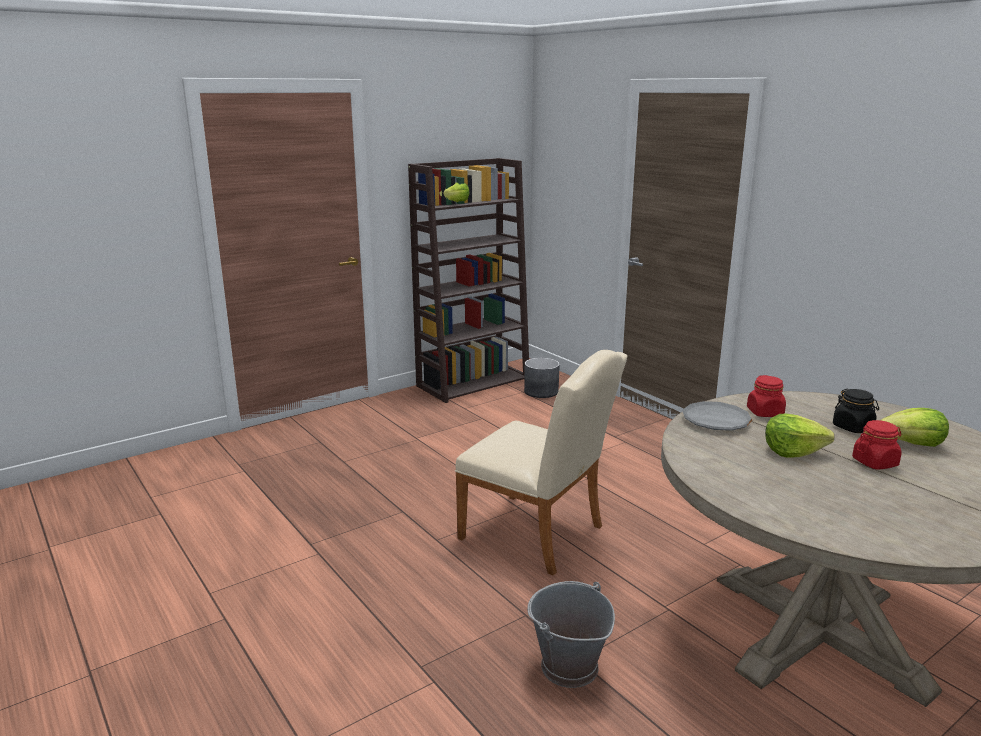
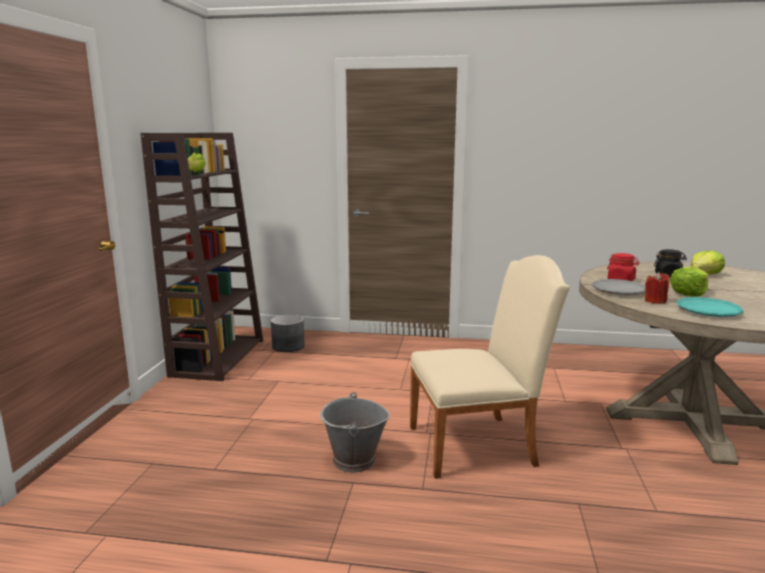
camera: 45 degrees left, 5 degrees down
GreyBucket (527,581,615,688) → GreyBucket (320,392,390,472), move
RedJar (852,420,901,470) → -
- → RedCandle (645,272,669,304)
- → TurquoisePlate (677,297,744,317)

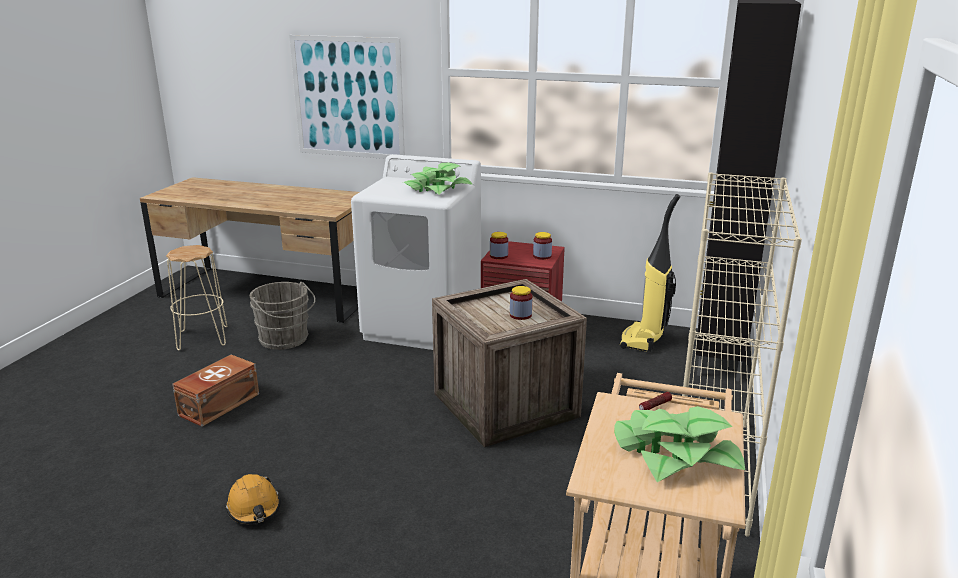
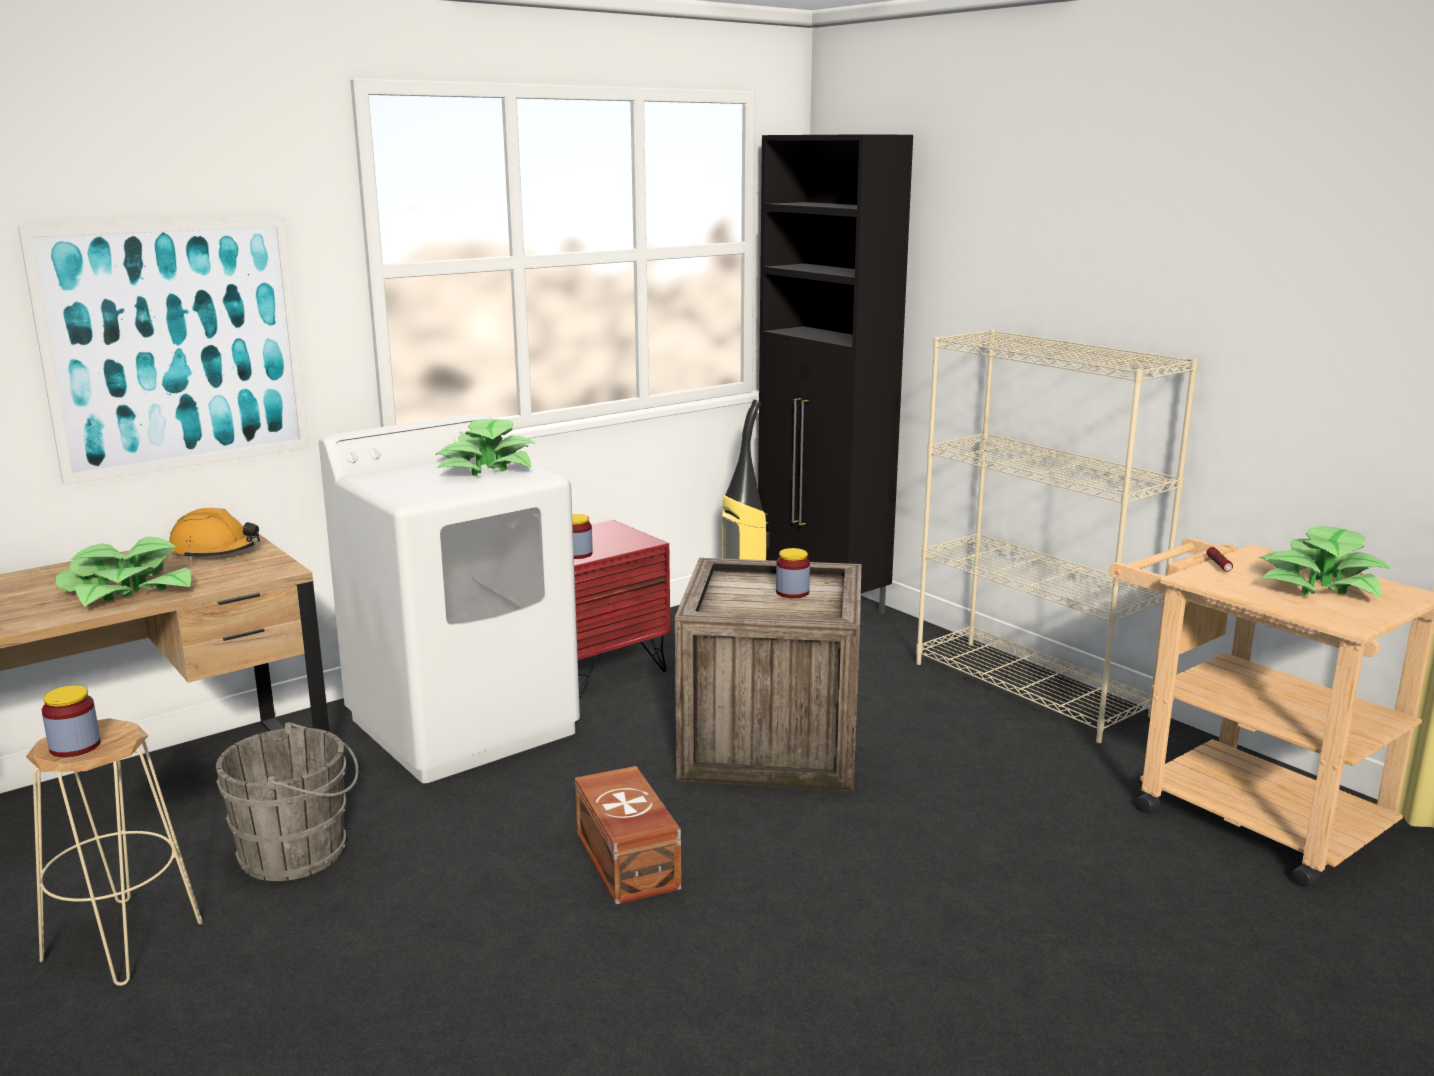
camera: 55 degrees left, 5 degrees down
BrownStorageBox (172,355,259,427) → BrownStorageBox (575,766,681,904), move
OrangeHardHat (225,474,280,524) → OrangeHardHat (169,508,260,560), move
Jar (533,232,552,260) → Jar (42,685,101,757), move
- → PottedPlant (55,537,191,607)

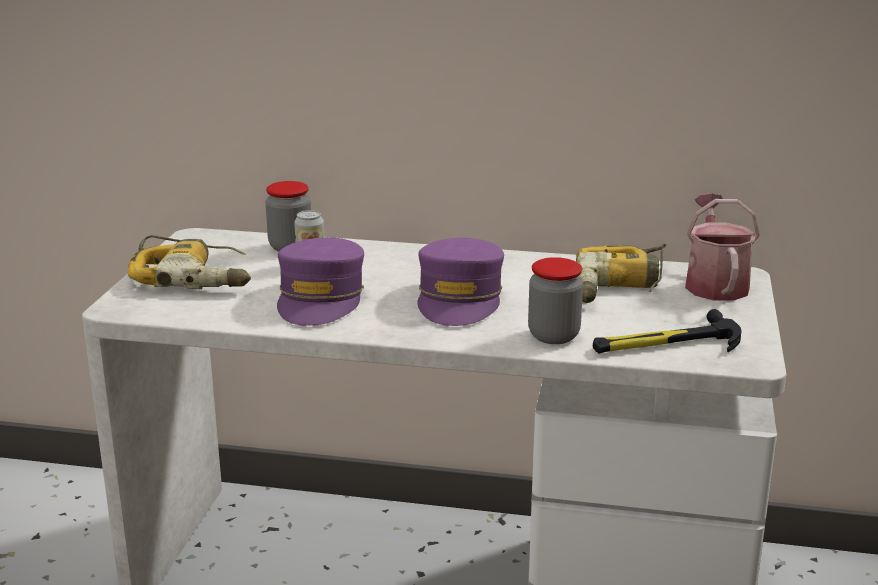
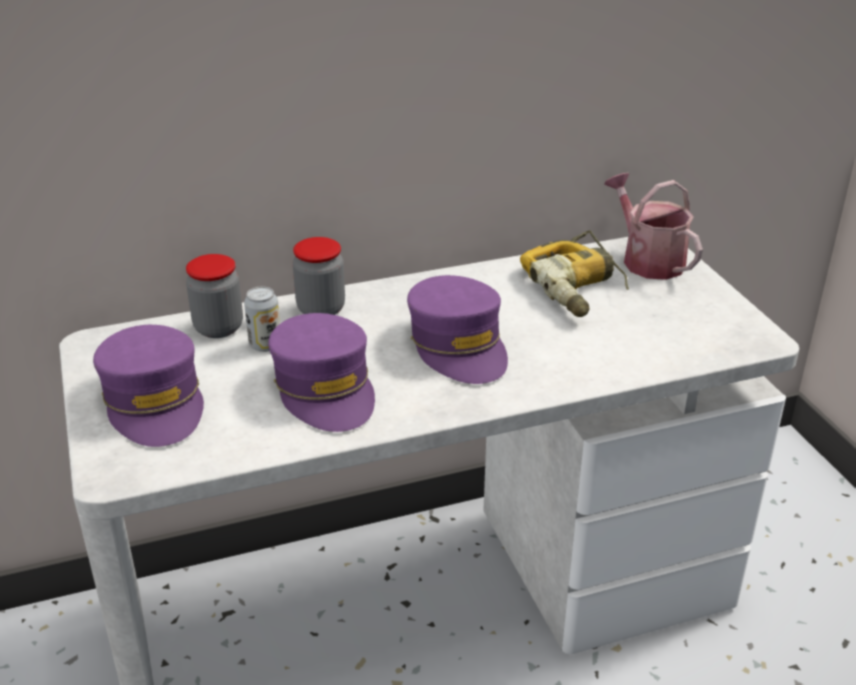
camera: 30 degrees left, 10 degrees up
PowerDrill (127,235,251,289) → PurpleCap (93,325,204,447)
Jar (528,257,583,344) → Jar (293,237,345,315), move
Hammer (593,309,742,354) → -

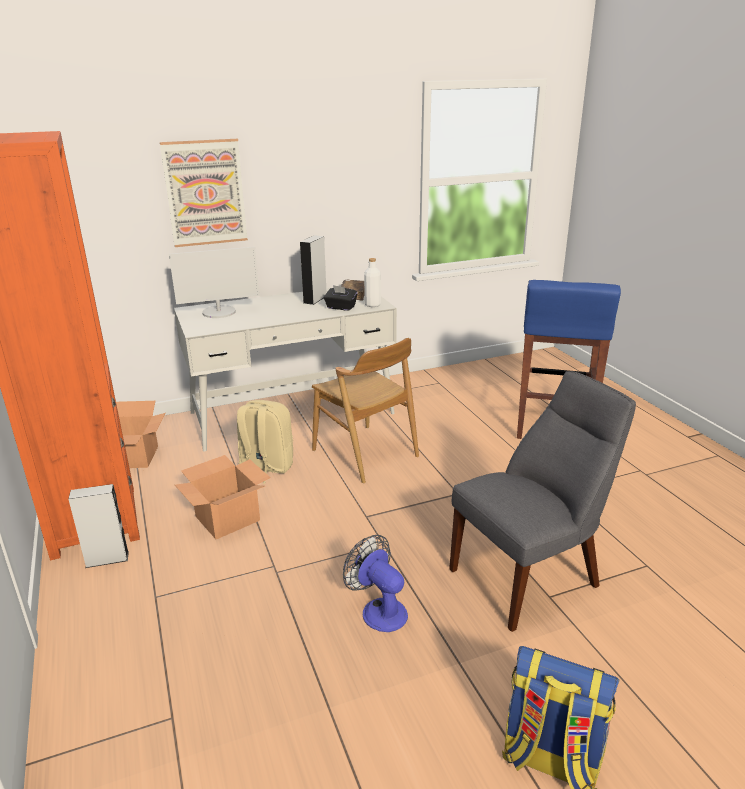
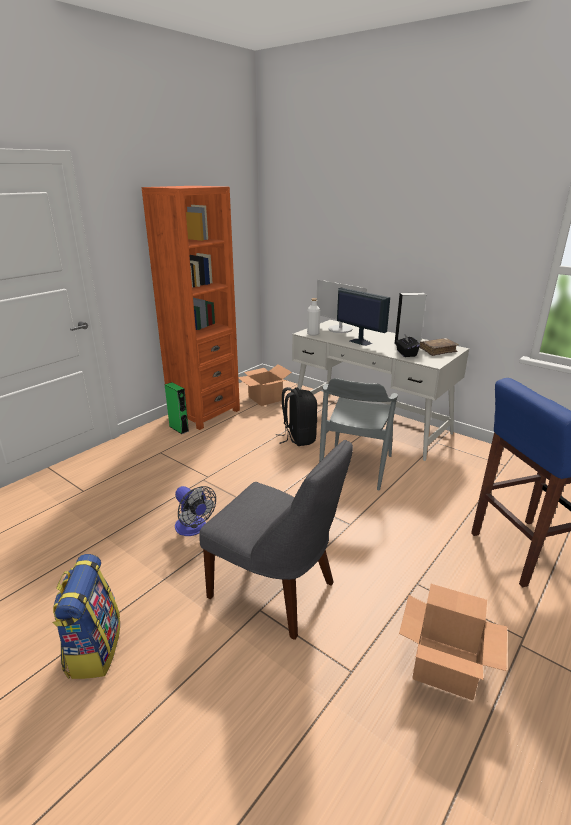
camera: 60 degrees right, 0 degrees up
GreySpeaker (68,484,129,568) → GreenSpeaker (165,382,189,434)
Picture (160,139,248,247) → -
CardboardBox (175,455,271,539) → CardboardBox (399,584,507,701), move
BeigeBackpack (237,400,293,484) → BlackBackpack (276,387,318,446)
BrownChair (312,338,419,483) → GreyChair (319,378,398,491)
Fan (343,535,408,632) → Fan (175,486,216,536), 120 degrees clockwise
WhiteBottle (364,258,381,307) → WhiteBottle (307,298,320,336), move
- → Monitor (337,288,390,346)

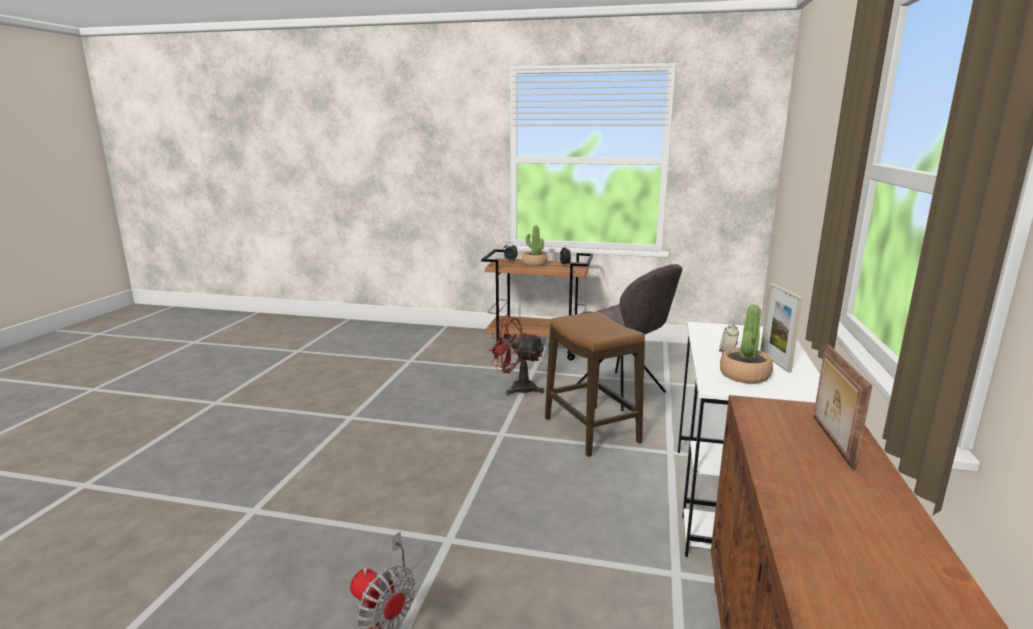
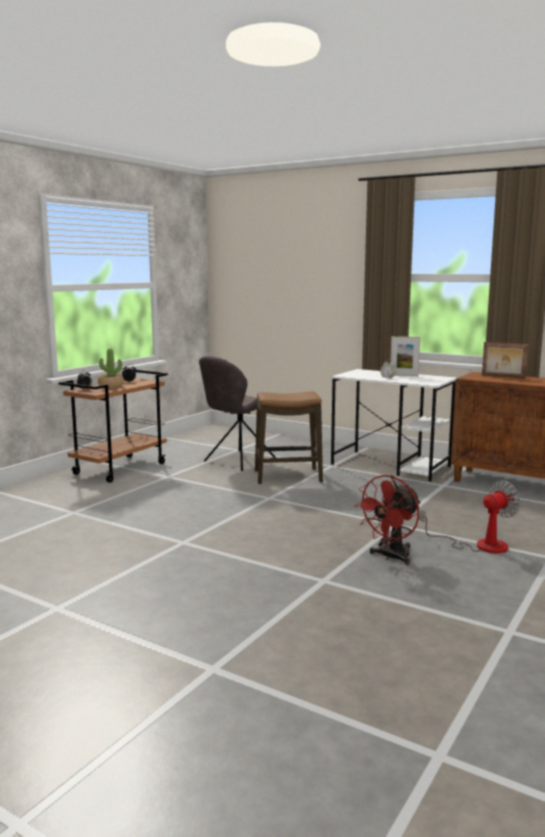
camera: 70 degrees left, 5 degrees down
RedFan (489,317,544,396) → RedFan (354,475,421,565), move
GreyChair (576,264,682,411) → GreyChair (199,356,276,471), 150 degrees clockwise
PottedPlant (720,305,773,384) → -

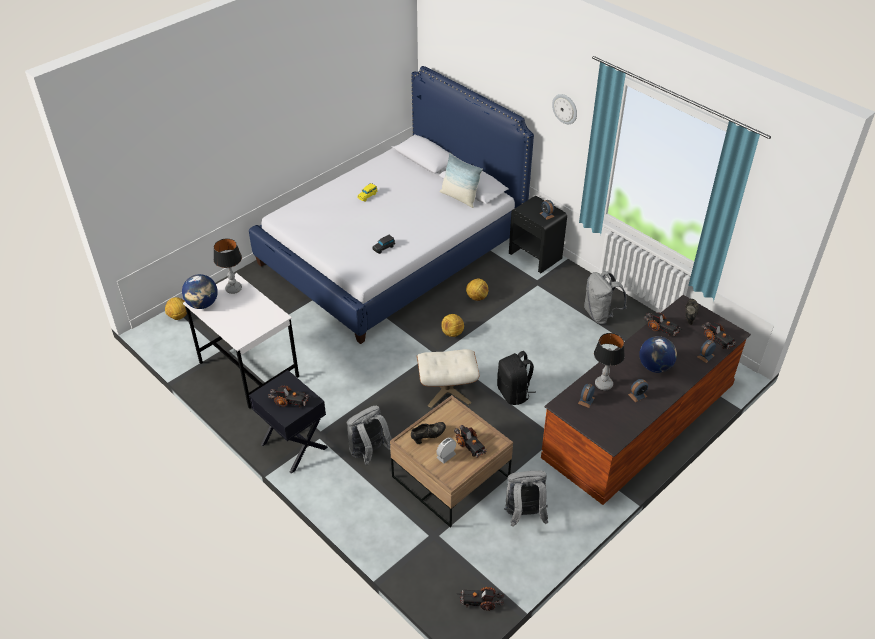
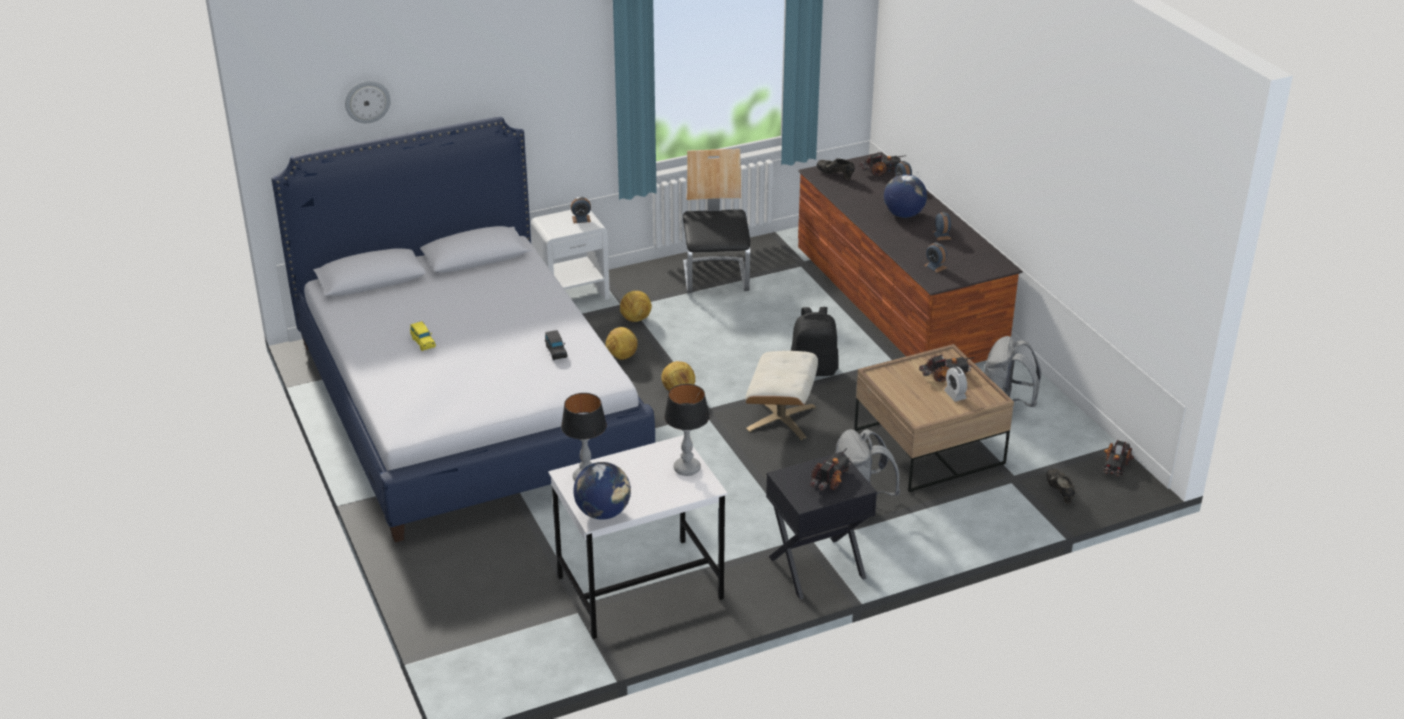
camera: 70 degrees left, 10 degrees down
Football (165,297,187,320) → Football (620,291,652,322), move
BlackShoe (411,422,446,444) → BlackShoe (1046,468,1075,504), move
Pillow (440,153,483,208) → -
BlackNightstand (509,196,567,273) → WhiteNightstand (531,210,610,300)
WallClock (552,94,577,124) → WallClock (345,81,391,123), move
GreyBackpack (584,271,627,325) → Chair (683,149,750,293)
TableLamp (594,333,625,390) → TableLamp (664,384,709,476), move
ToyTruck (643,312,682,337) → -

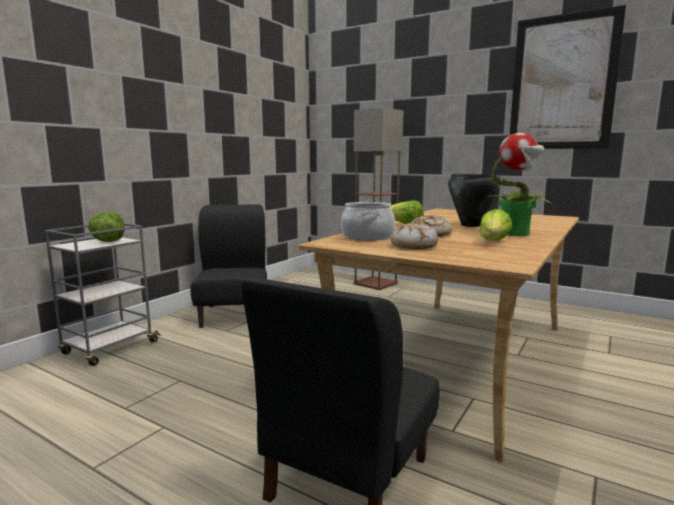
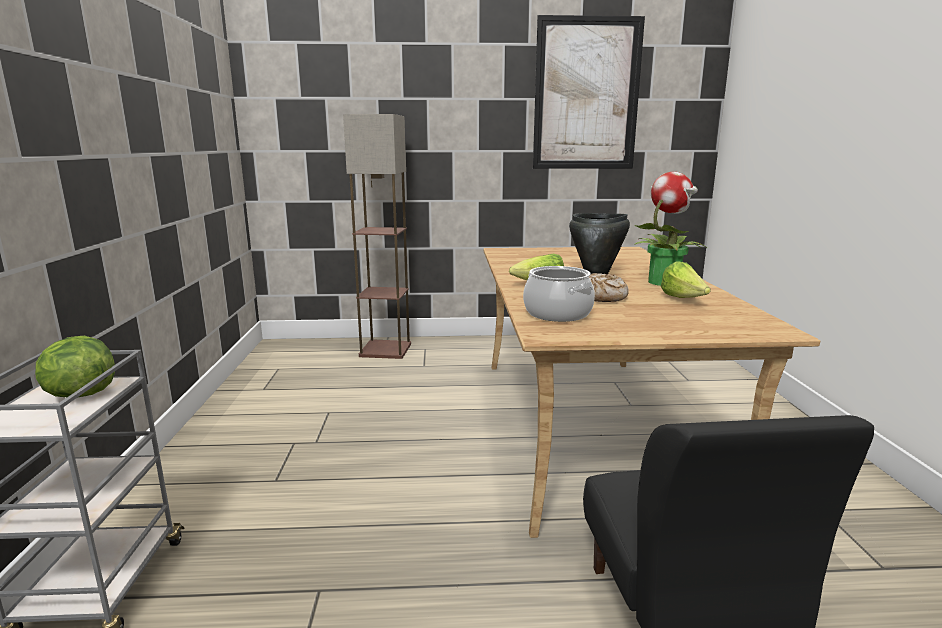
camera: 35 degrees left, 5 degrees up
BlackChair (190,204,267,328) → -
Bread (390,223,438,249) → -

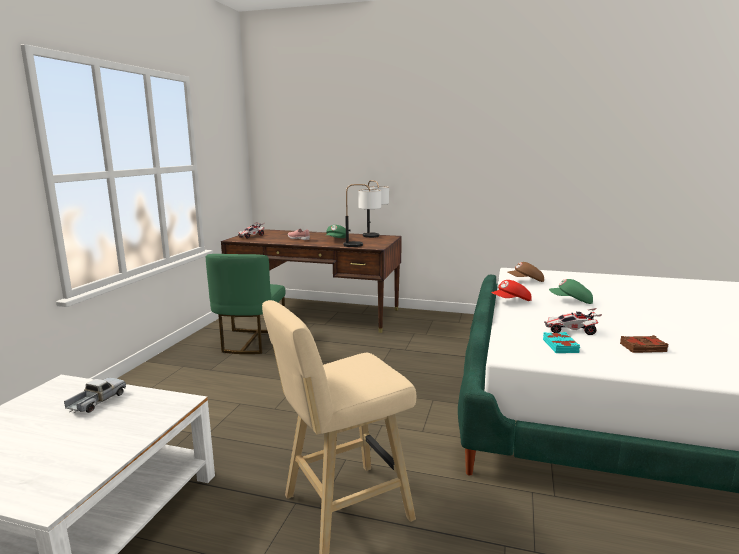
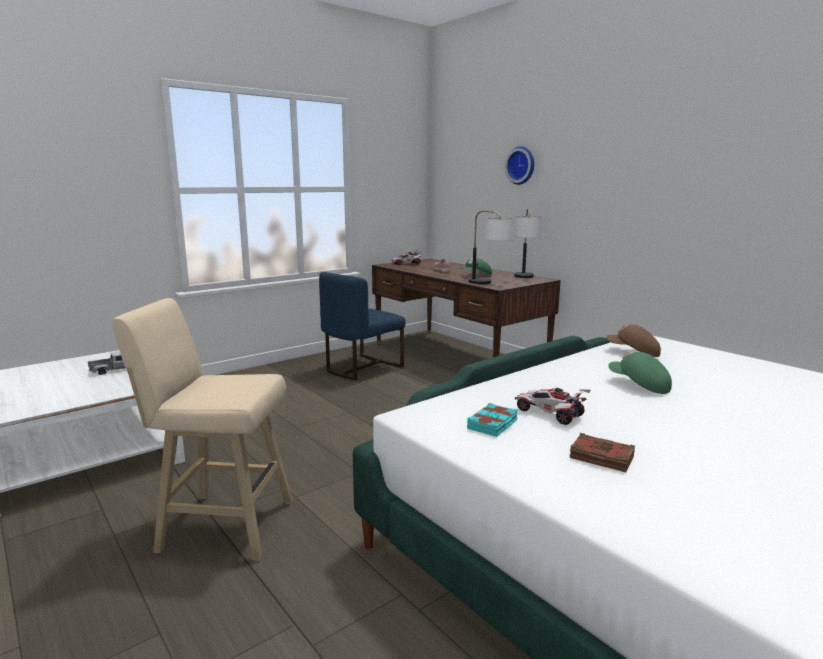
camera: 35 degrees right, 0 degrees up
GreenChair (206,254,286,354) → BlueChair (319,272,406,380)
RedCap (491,280,532,301) → -
- → WallClock (505,146,534,185)

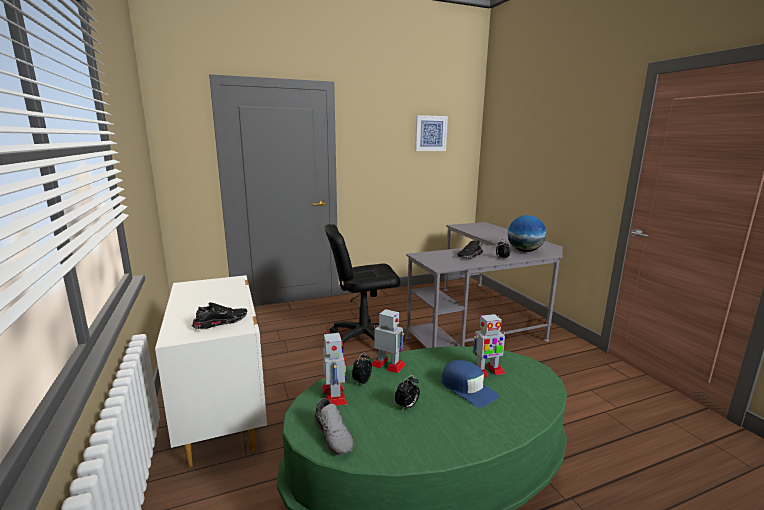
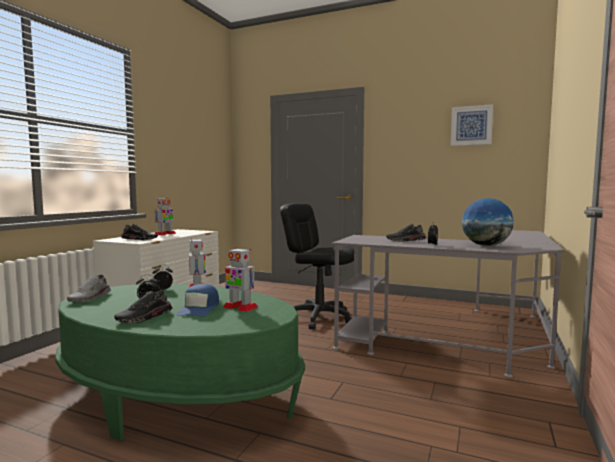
camera: 45 degrees right, 10 degrees down
ToyRobot (322,331,347,406) → ToyRobot (154,198,176,235), move
- → BlackShoe (114,290,173,323)

